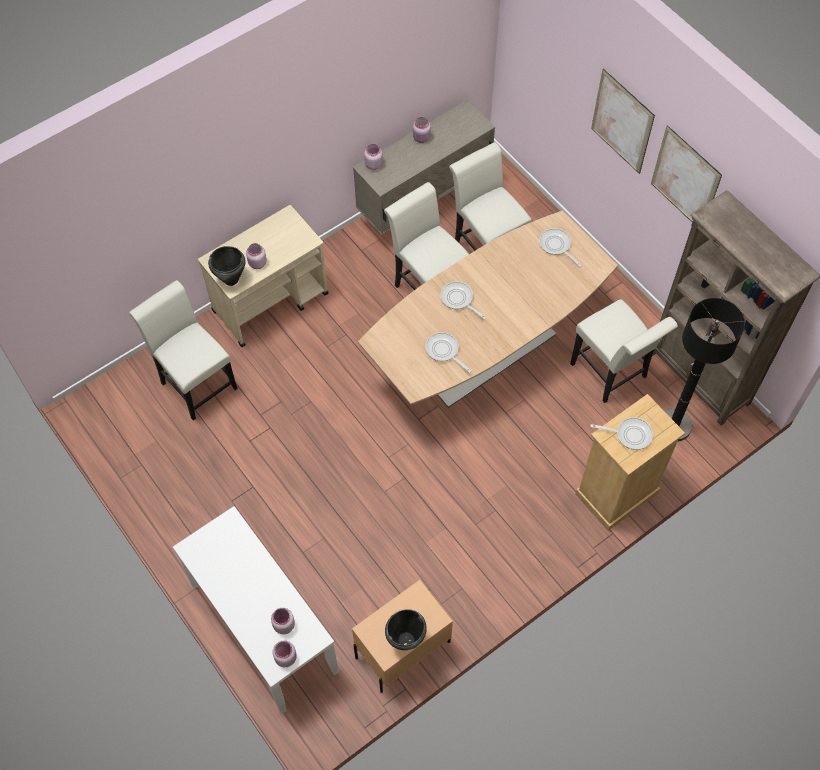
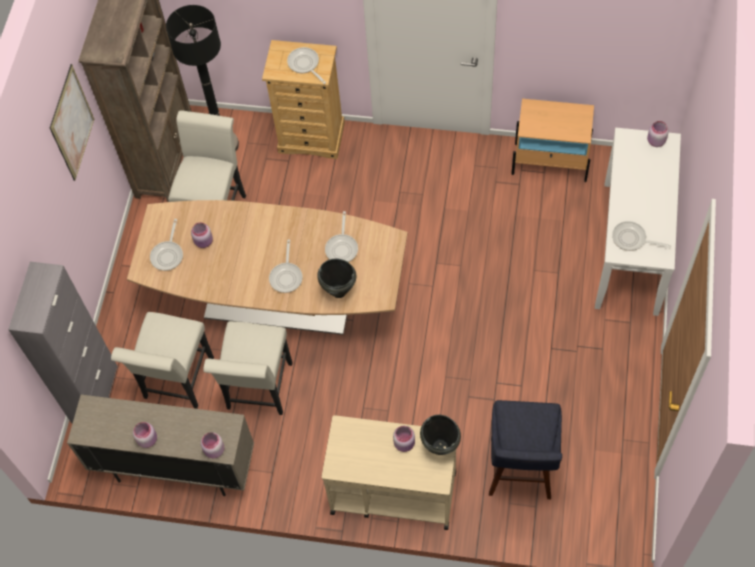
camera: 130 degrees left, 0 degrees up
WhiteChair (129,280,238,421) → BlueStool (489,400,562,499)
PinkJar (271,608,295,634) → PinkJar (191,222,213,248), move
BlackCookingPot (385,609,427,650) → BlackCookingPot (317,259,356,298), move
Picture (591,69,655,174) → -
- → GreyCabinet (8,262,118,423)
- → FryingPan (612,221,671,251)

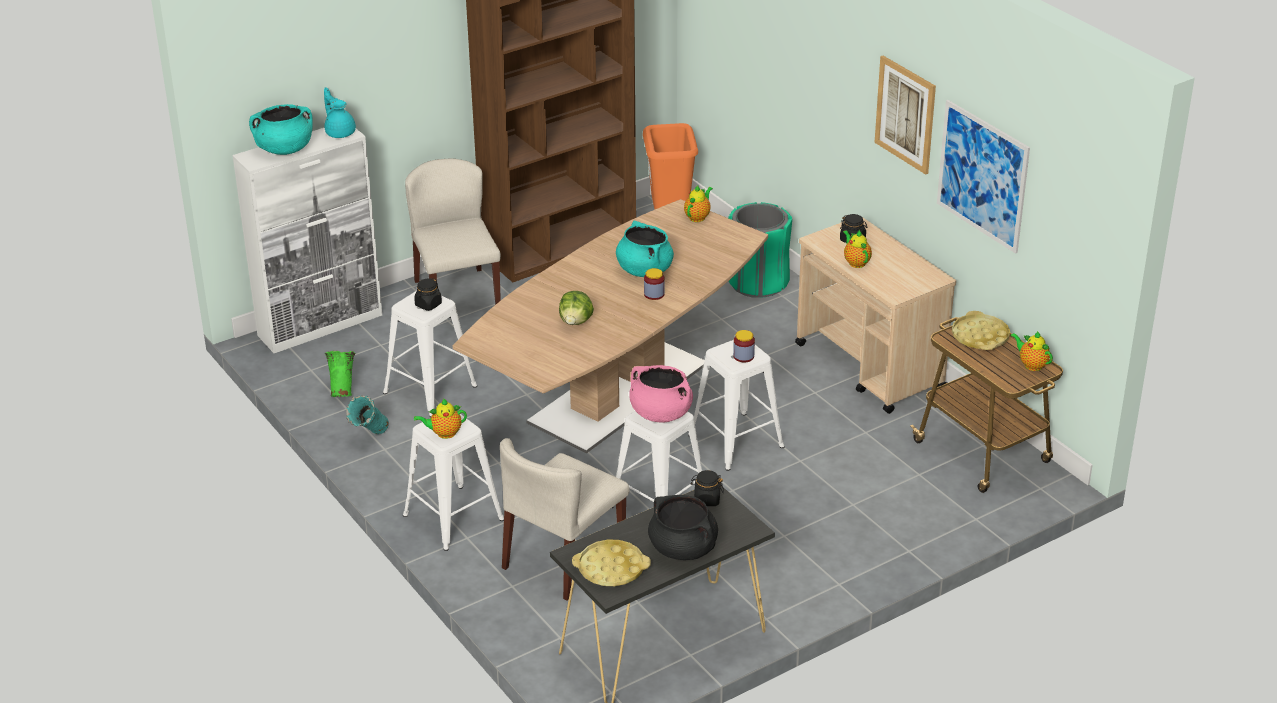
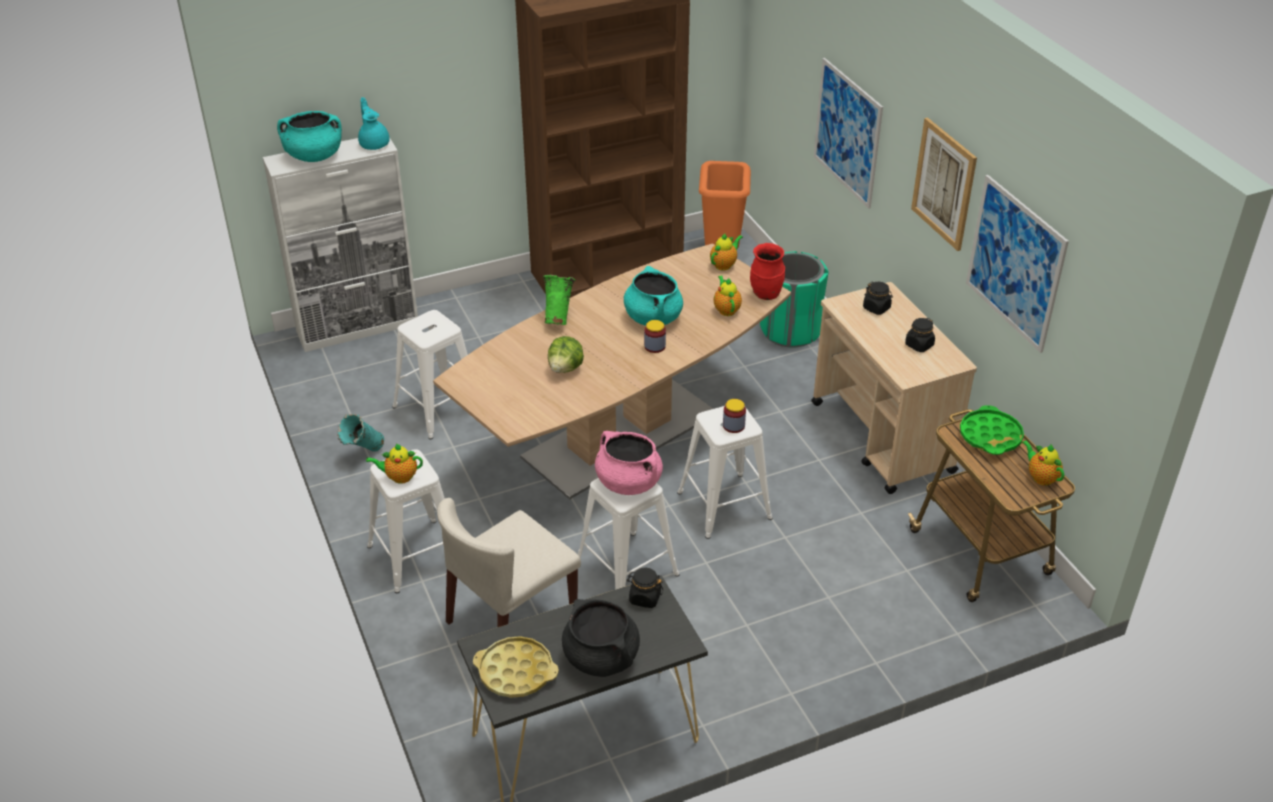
camera: 10 degrees right, 5 degrees up
GreenVase (325,351,356,397) → GreenVase (543,275,575,325), move
BeigeChair (405,158,501,305) → -
BlackJar (414,278,442,311) → BlackJar (905,318,935,352), move
Teapot (843,230,872,268) → Teapot (714,275,742,316), move
YellowTray (952,311,1010,350) → GreenTray (960,405,1024,455)
- → RedVase (750,243,785,300)
- → Picture (814,58,883,209)

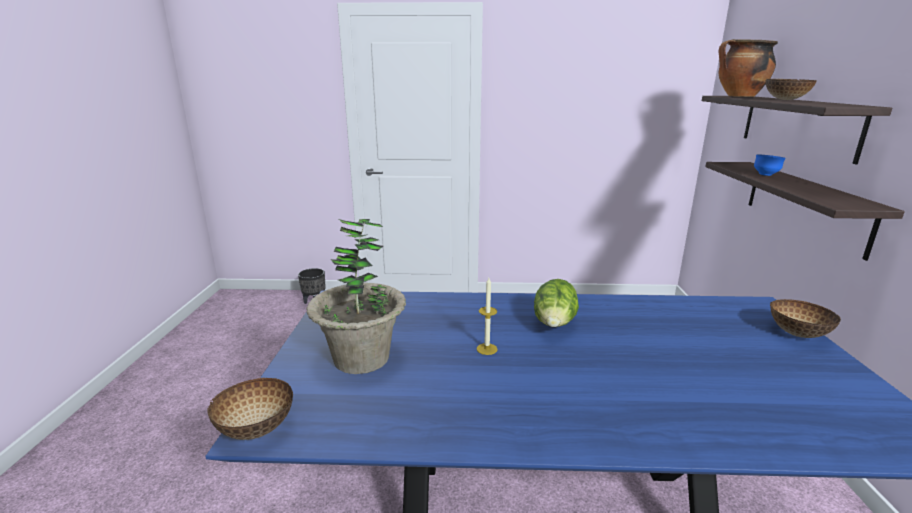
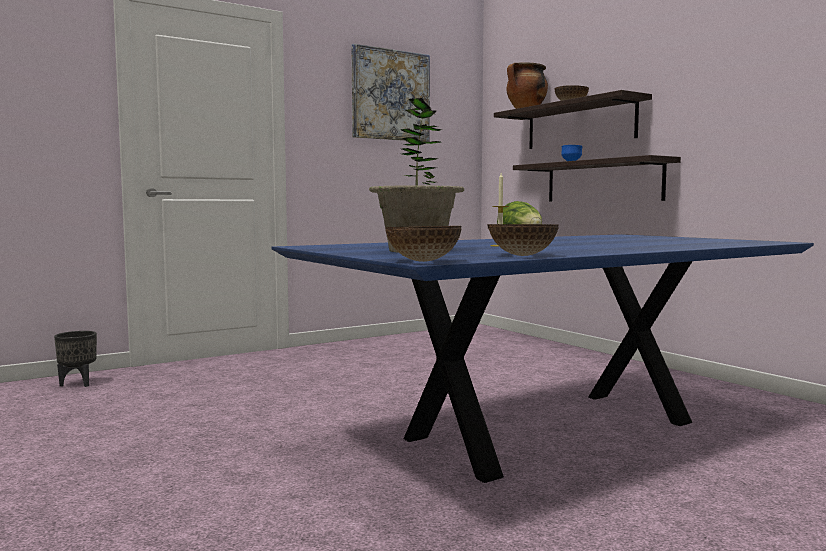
camera: 35 degrees left, 15 degrees down
Bowl (770,299,841,338) → Bowl (488,224,559,256), move
- → Picture (351,44,430,142)

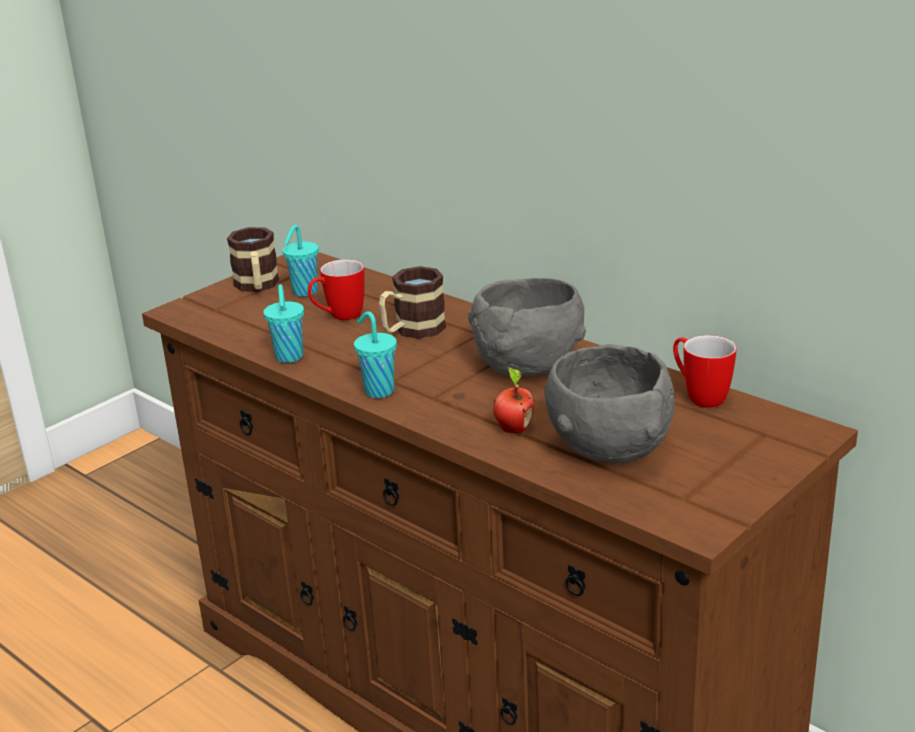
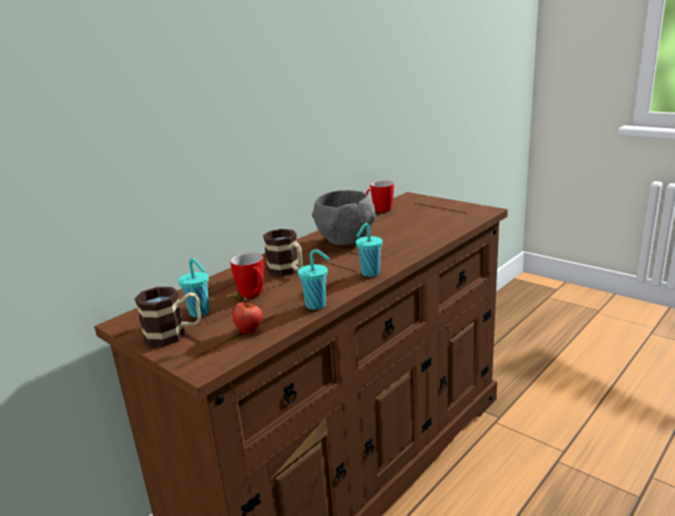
camera: 90 degrees left, 5 degrees down
Apple (493,367,534,434) → Apple (224,294,262,334), move
GreyBowl (544,344,675,464) → -

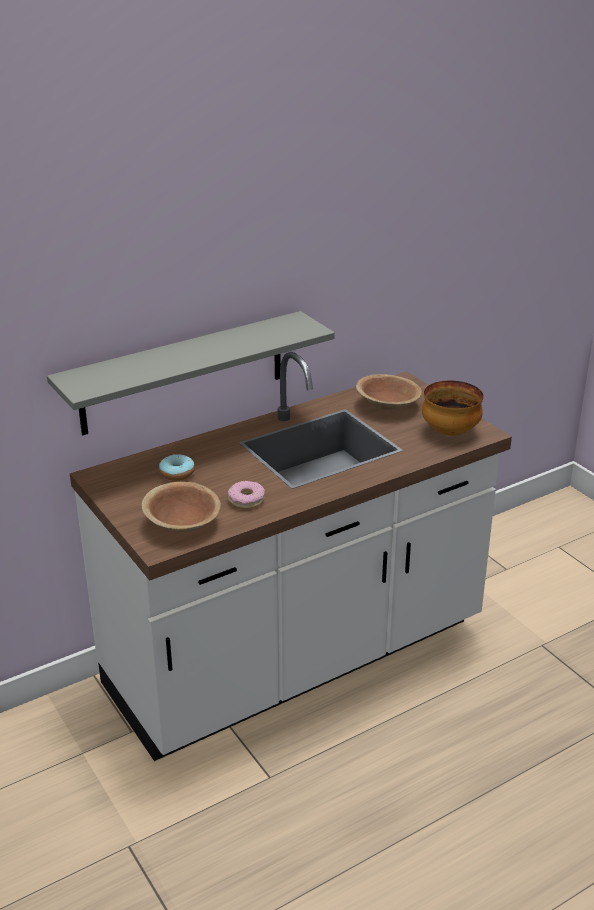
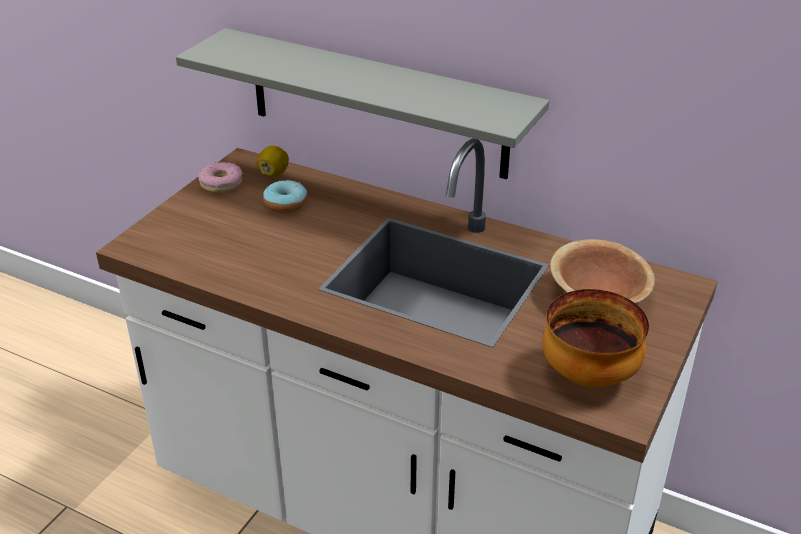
camera: 60 degrees right, 5 degrees up
BrownBowl (141,482,221,532) → -
Donut (228,481,265,509) → Donut (198,162,243,193), move
- → Lemon (257,146,289,177)

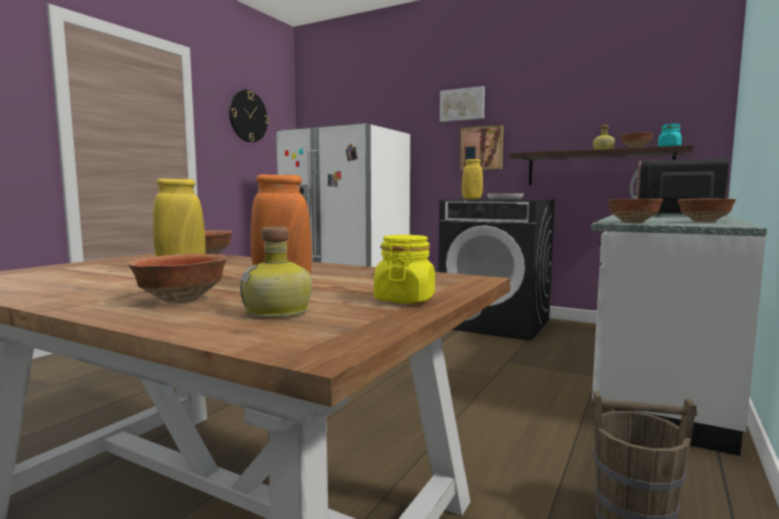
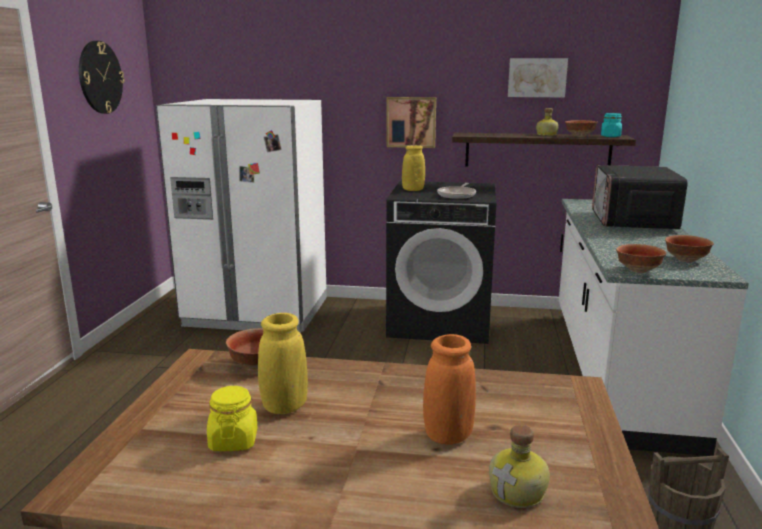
camera: 20 degrees left, 10 degrees up
Bowl (128,254,227,304) → -
YellowJar (374,235,435,303) → YellowJar (207,386,258,451), move
Picture (440,86,485,122) → Picture (508,58,568,97), move

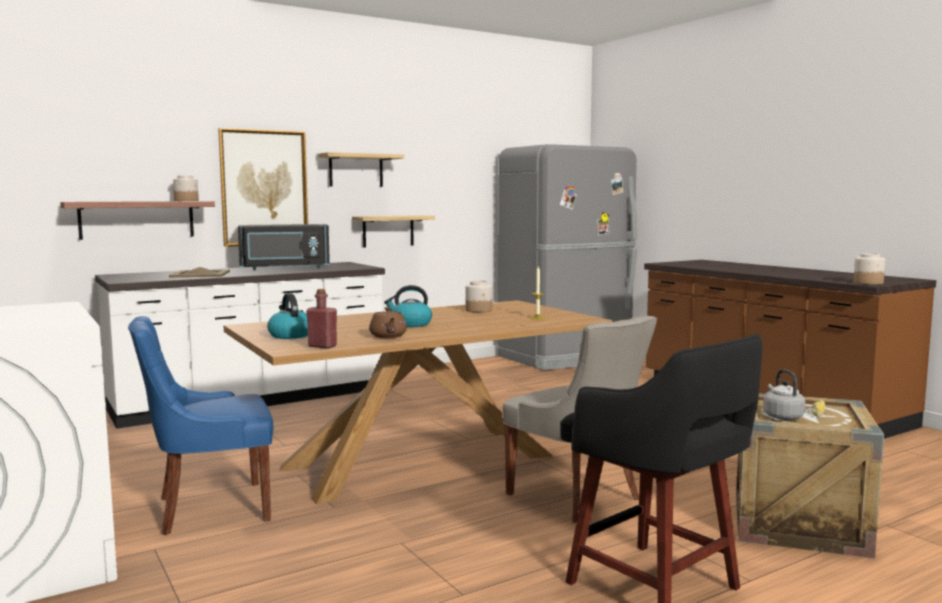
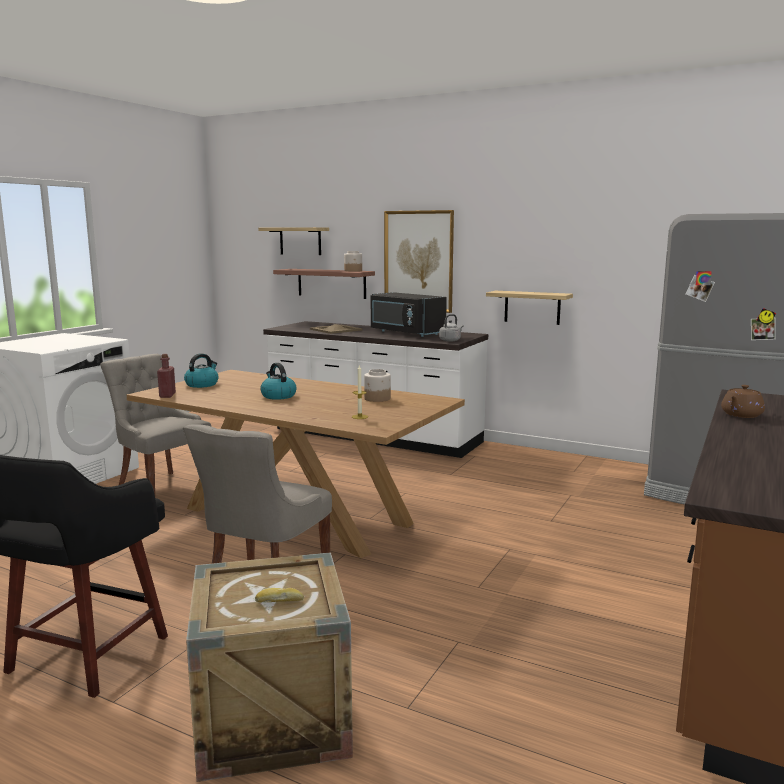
camera: 60 degrees right, 5 degrees up
BlueChair (128,316,273,535) → GreyChair (100,354,211,494)
Shelf (317,152,404,187) → Shelf (258,227,329,255), move
BrownTeapot (369,307,407,338) → BrownTeapot (721,385,765,418), move
GreyKettle (763,369,806,420) → GreyKettle (439,314,464,342), move
Jar (854,253,885,285) → -

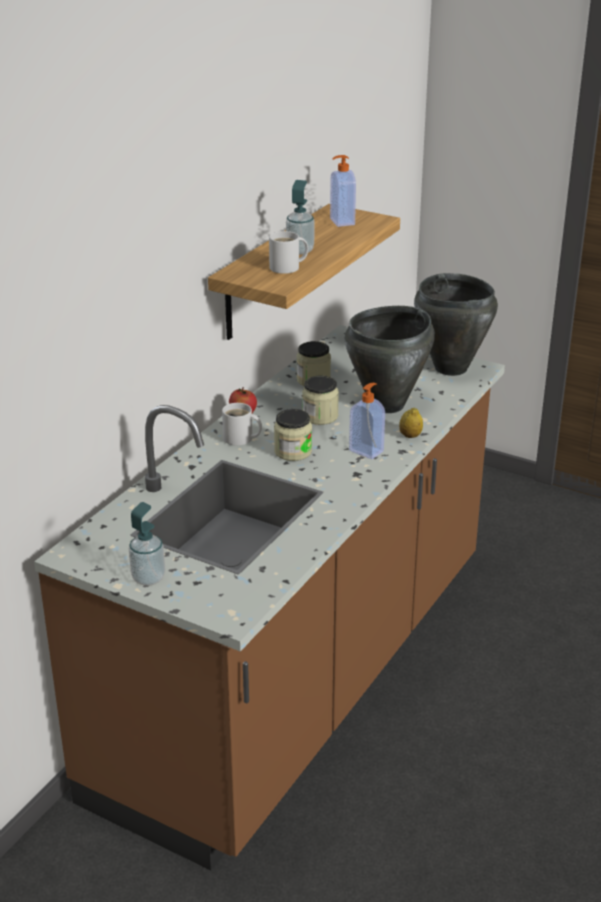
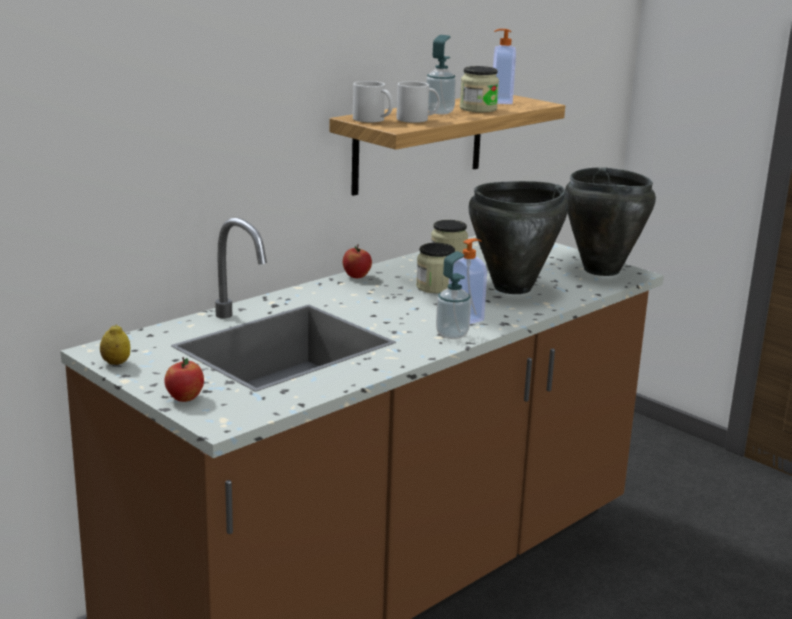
camera: 15 degrees right, 10 degrees down
SoapDispenser (129,502,165,586) → SoapDispenser (436,251,471,339), move
WhiteMug (222,403,262,446) → WhiteMug (353,81,393,122), move
Jar (274,409,312,461) → Jar (460,66,499,112), move
Lemon (399,408,423,438) → Lemon (100,325,130,365), move
- → Apple (164,357,204,402)

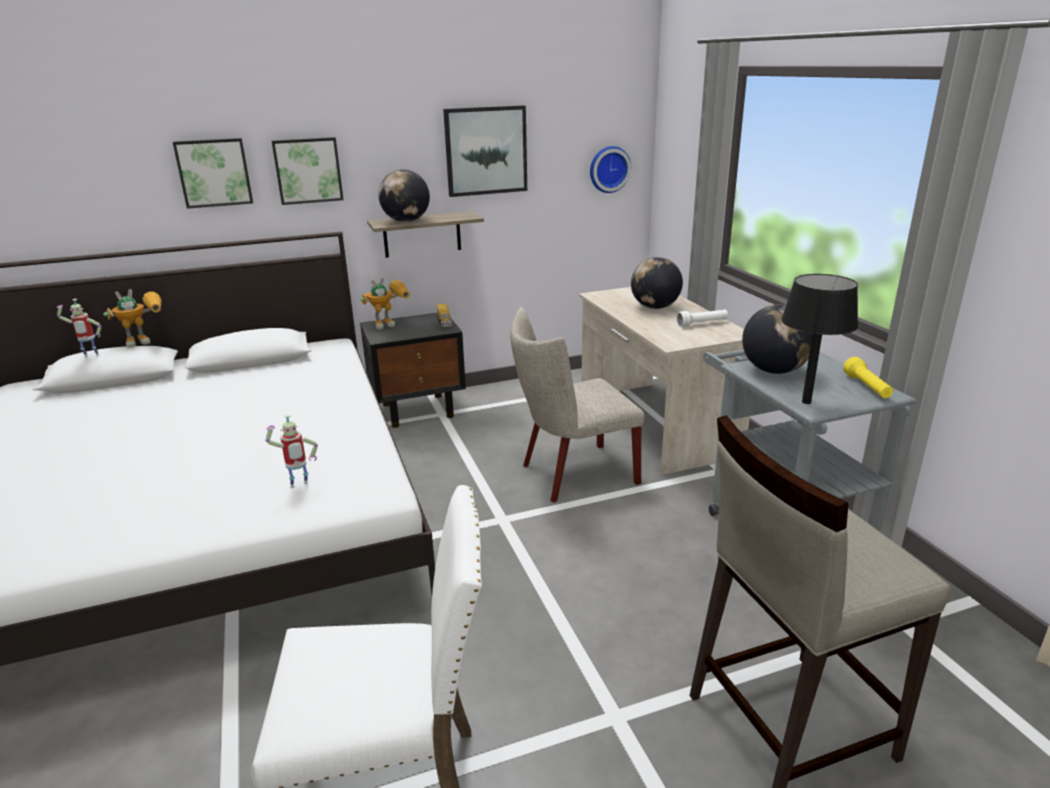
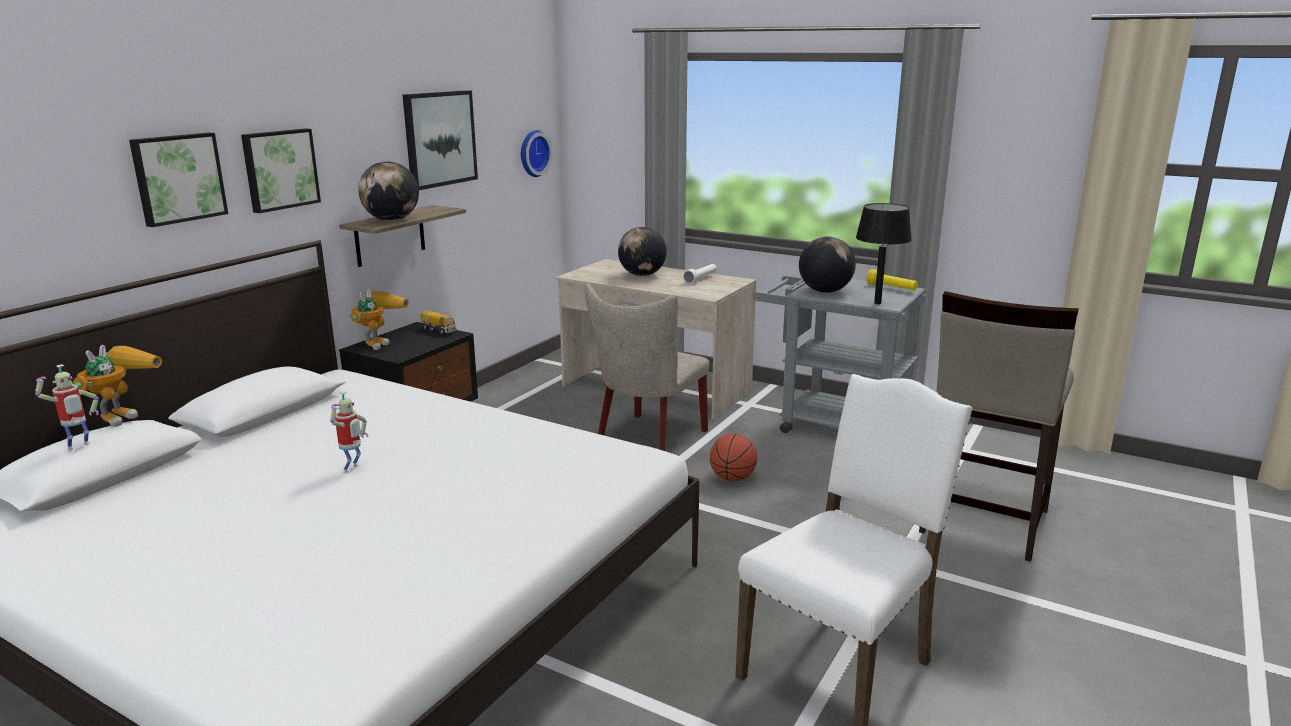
camera: 40 degrees left, 5 degrees down
ToyRobot (265,414,318,488) → ToyRobot (330,391,368,473), move
- → Basketball (710,434,757,482)

